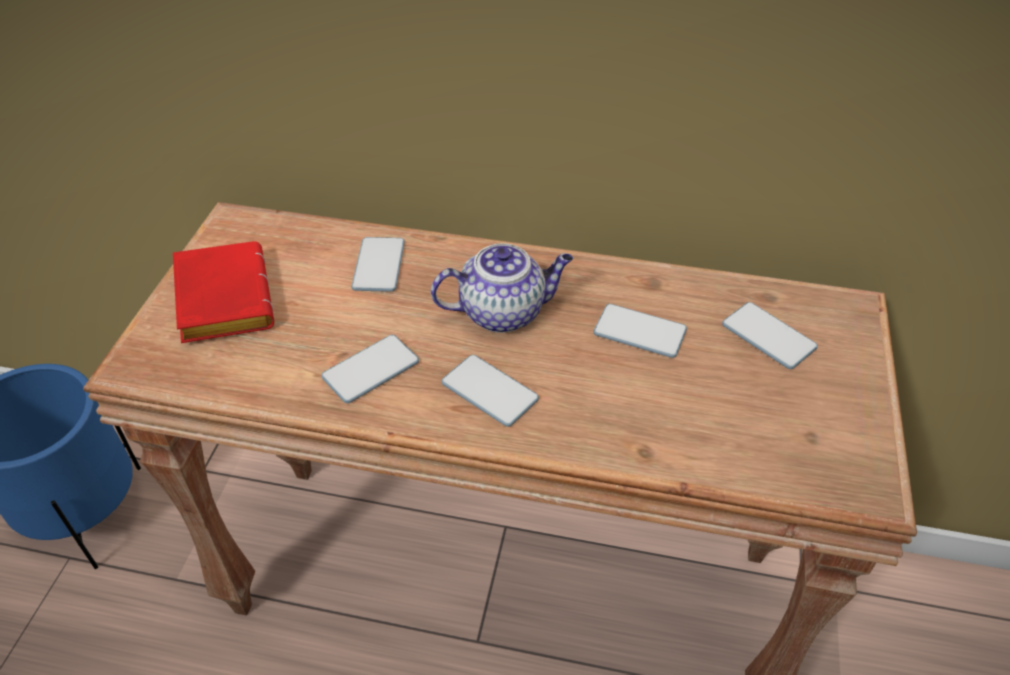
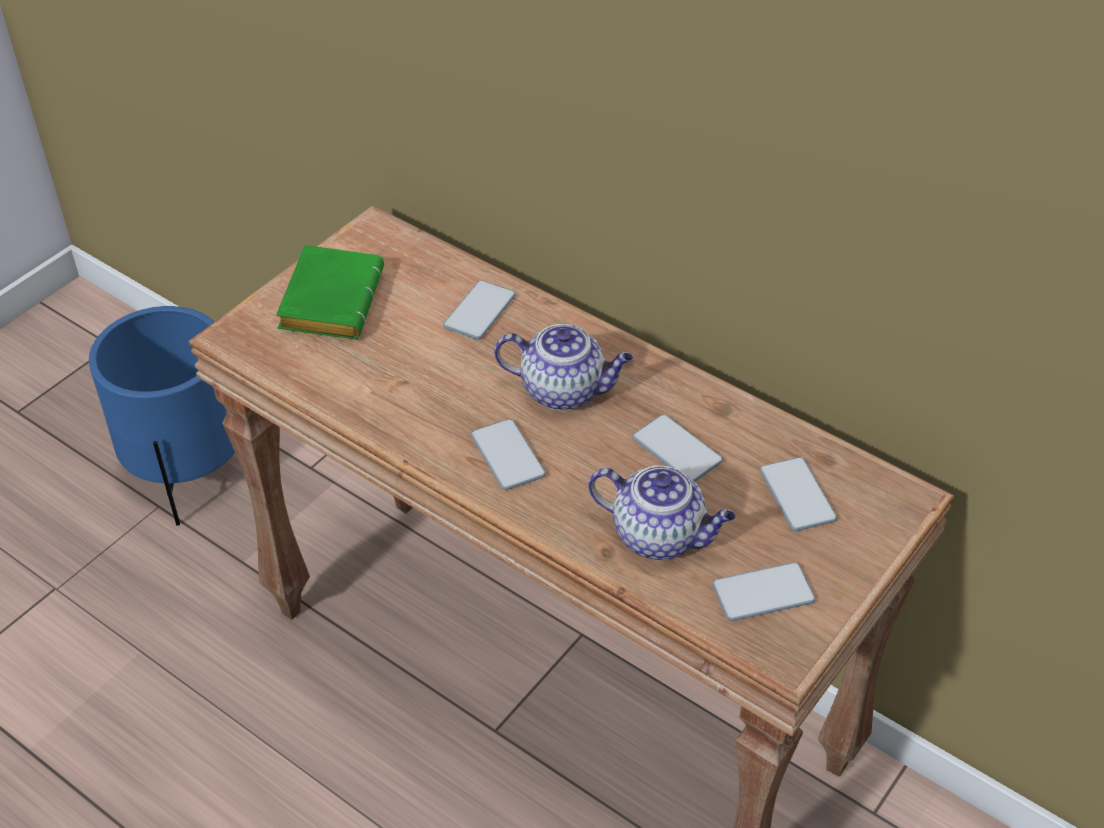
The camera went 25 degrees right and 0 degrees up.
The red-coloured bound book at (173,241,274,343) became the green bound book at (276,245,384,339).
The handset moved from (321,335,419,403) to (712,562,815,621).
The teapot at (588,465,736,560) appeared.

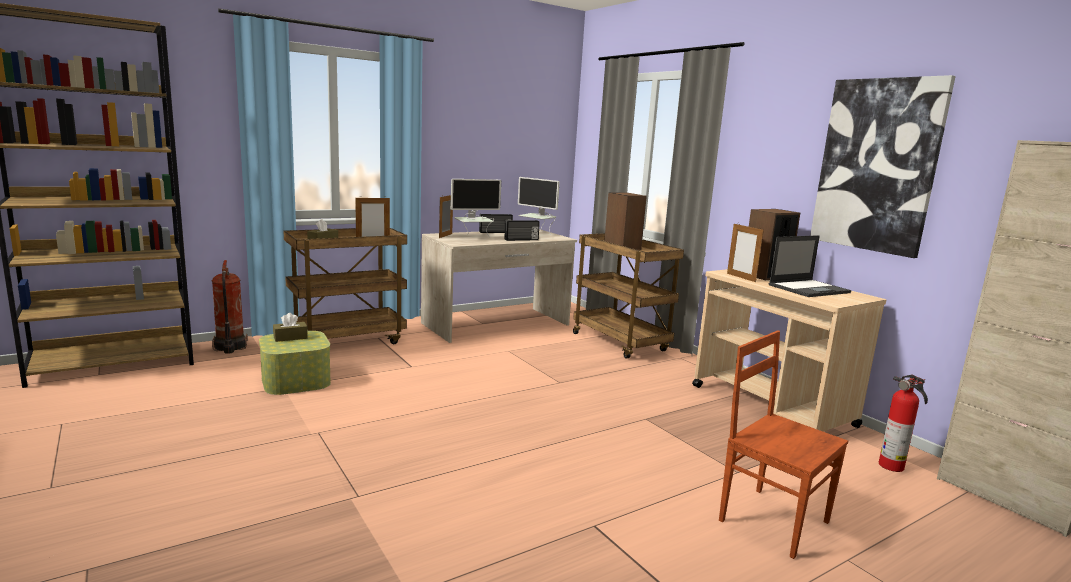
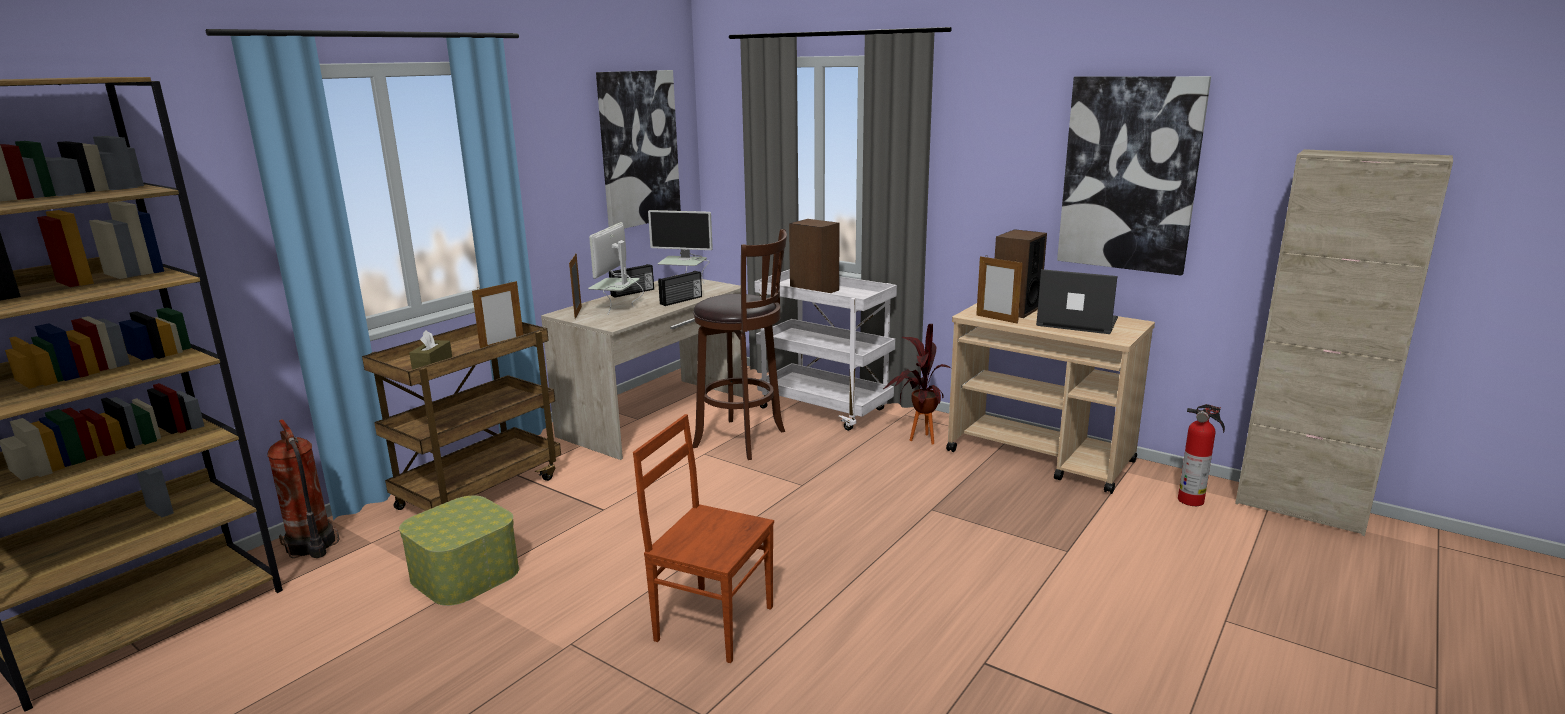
The camera went 20 degrees left and 5 degrees up.
The monitor at (451,179,501,236) turned 150 degrees clockwise.
The brown wheeled cart at (573,233,684,359) became the whitish wheeled cart at (754,269,897,431).
The laptop at (769,235,851,297) turned 105 degrees counterclockwise.
The brown tissue holder at (273,313,308,342) disappeared.
The brown upright chair moved from (719,330,848,559) to (633,414,774,663).
The wall picture at (596,70,681,229) appeared.
The brown sitting stool at (693,229,787,460) appeared.
The plant in a pot at (883,324,951,445) appeared.

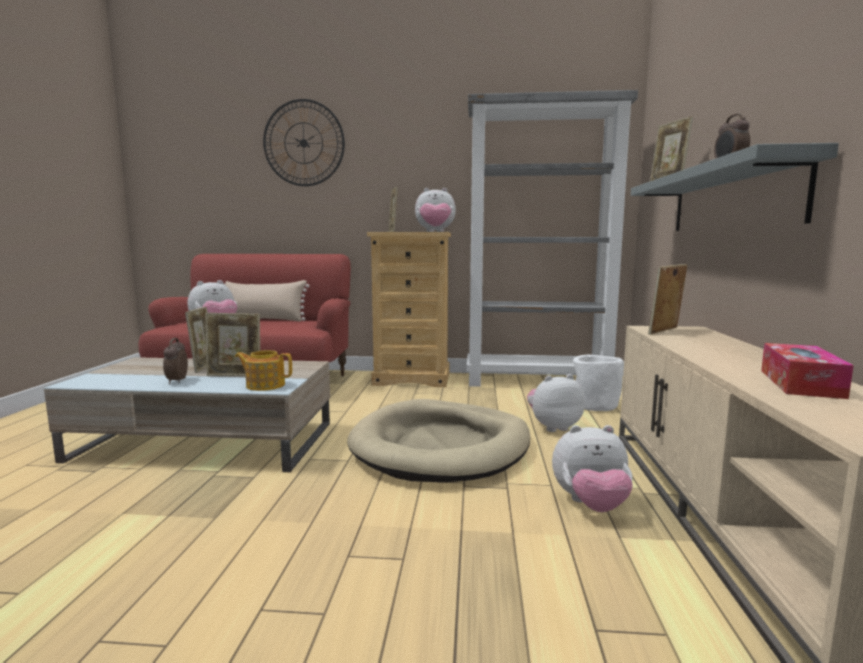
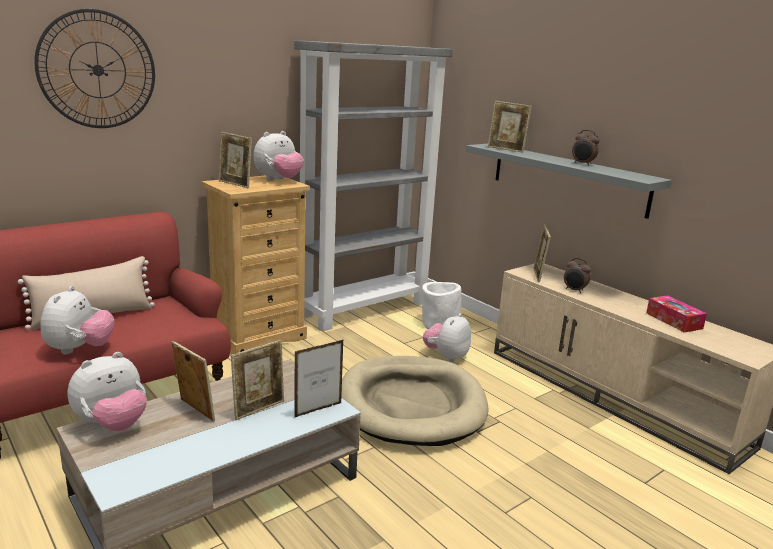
The camera went 45 degrees left and 10 degrees up.
The table clock moved from (163,338,188,384) to (564,258,591,293).
The teapot at (235,350,292,391) was replaced by the photo frame at (294,339,344,418).
The soft toy moved from (552,425,633,512) to (68,352,147,431).

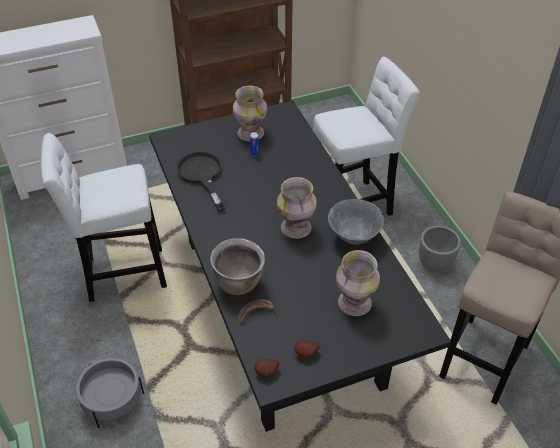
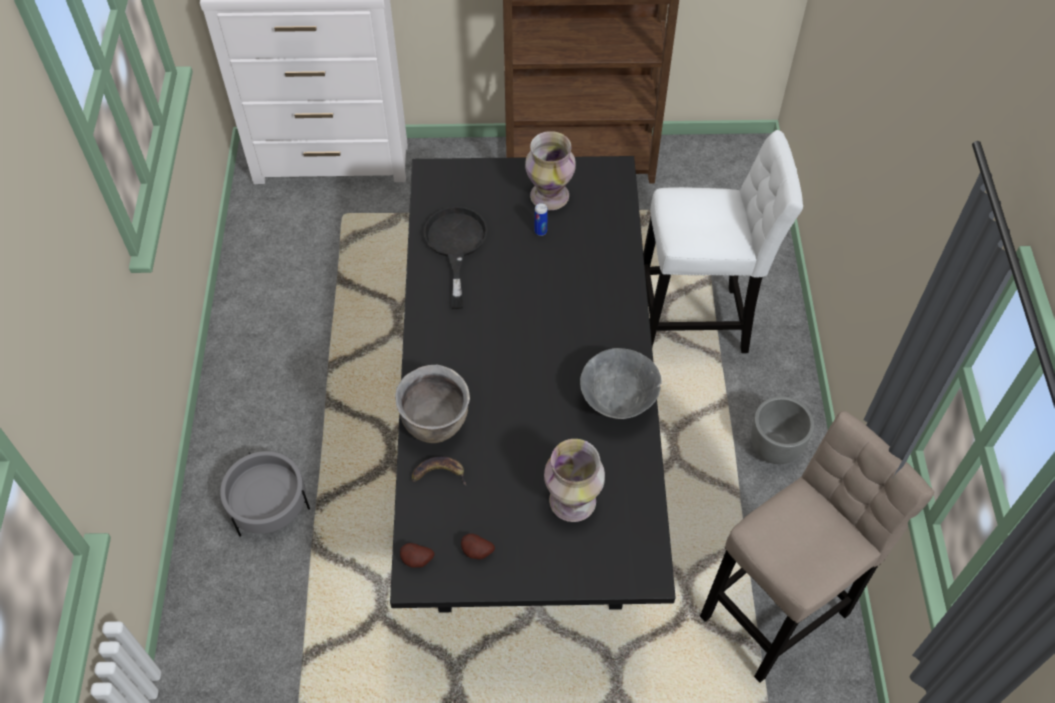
The camera went 20 degrees right and 10 degrees up.
The whitish sitting stool at (41,133,167,302) disappeared.
The decorative vase at (277,177,317,239) disappeared.

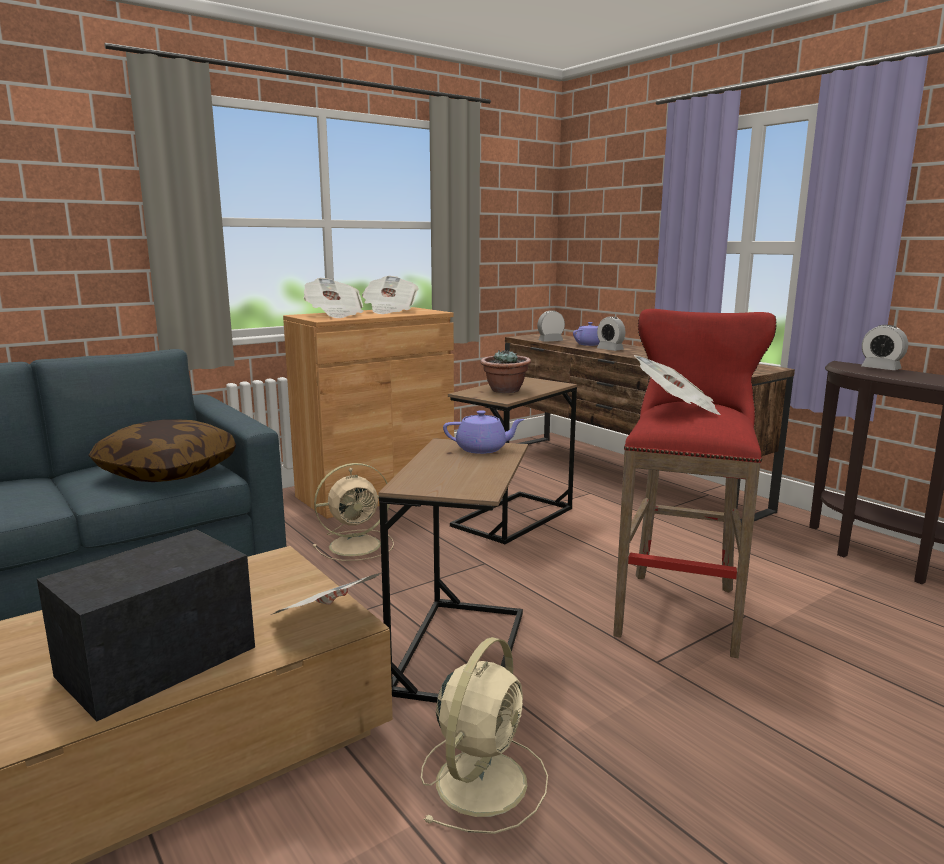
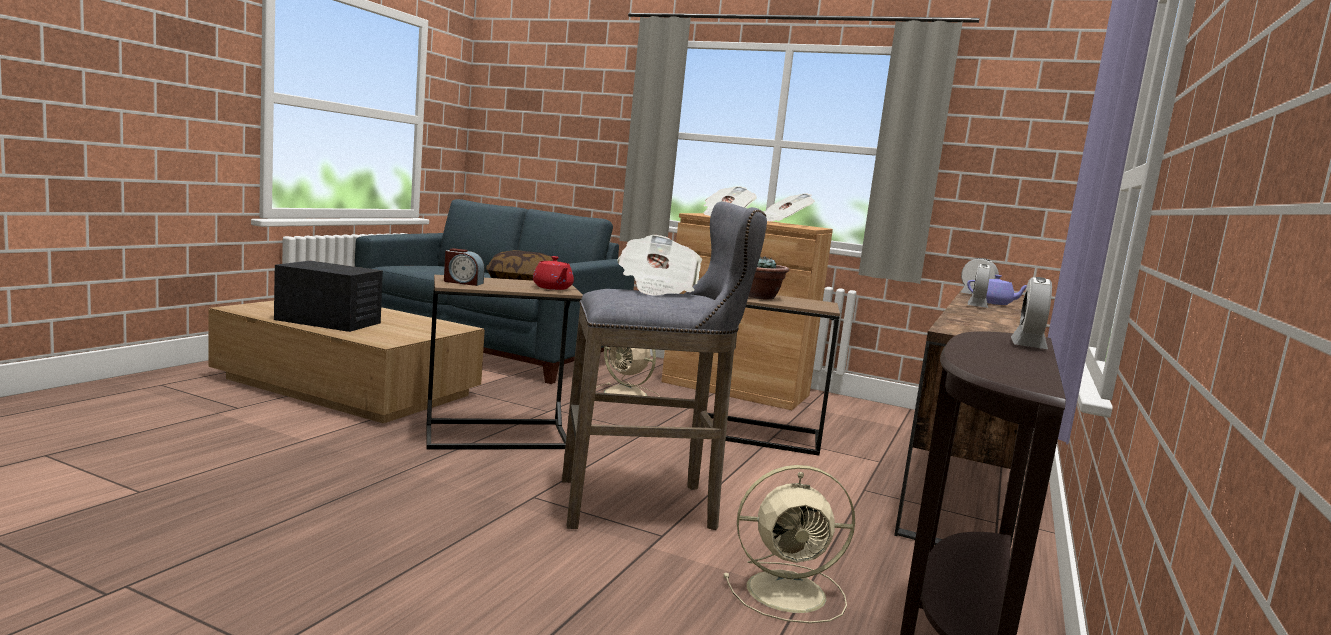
The camera went 60 degrees right and 5 degrees down.
The red-coloured sitting stool at (613,309,777,658) became the gray sitting stool at (562,202,767,530).
The purplish teapot at (443,410,525,454) became the red-coloured teapot at (533,256,574,290).
The newspaper at (271,573,381,615) disappeared.
The beige-coloured fan moved from (421,637,548,834) to (724,465,855,623).
The table clock at (444,248,485,286) appeared.

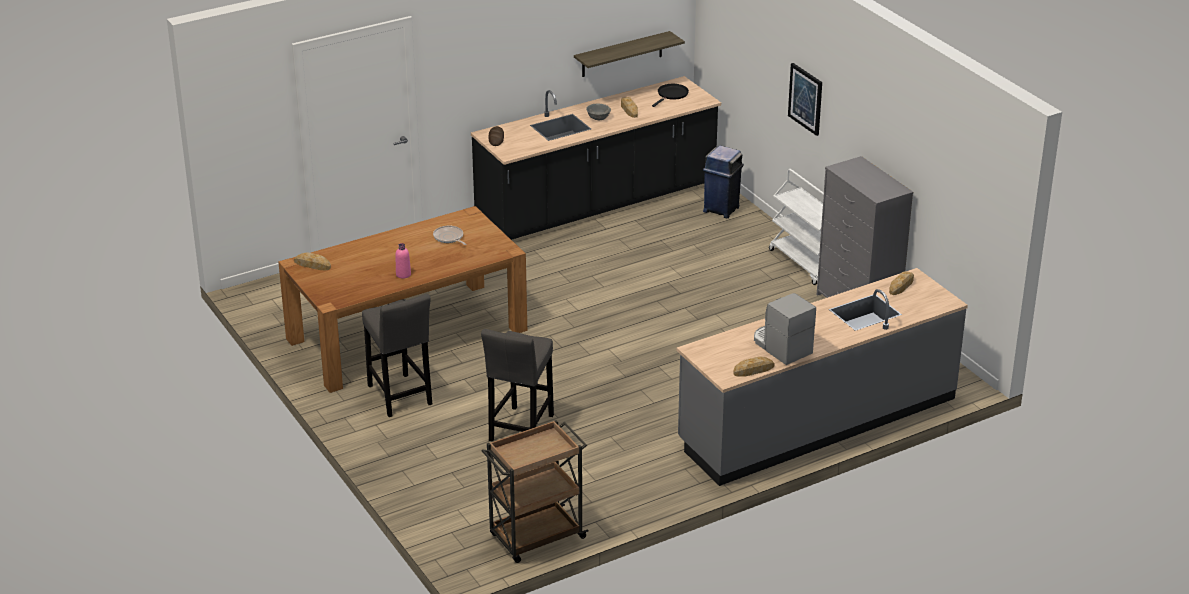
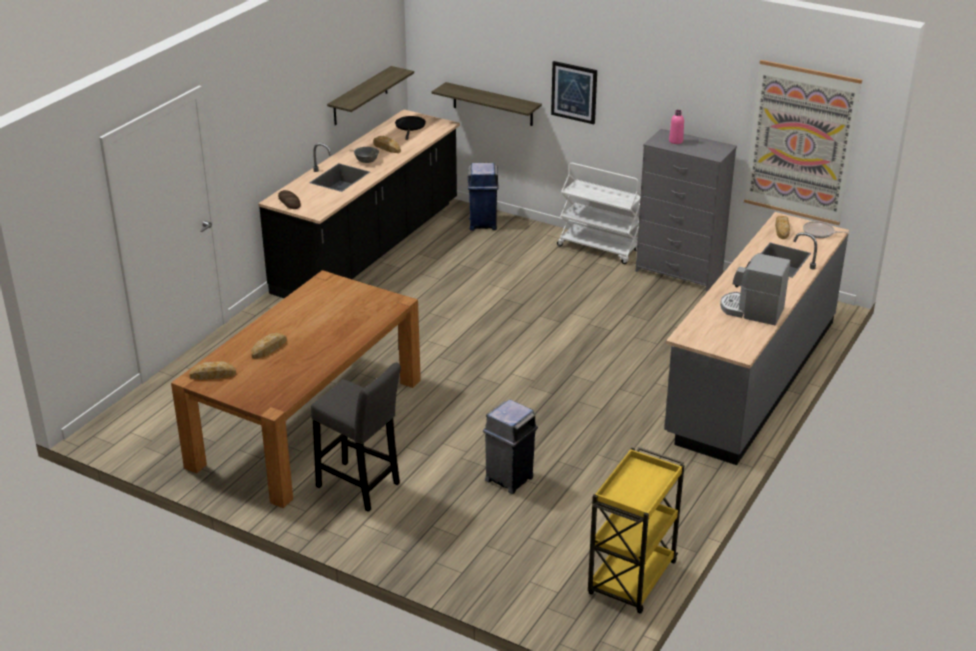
The camera went 30 degrees left and 0 degrees up.
The pan moved from (433,226,466,245) to (803,221,850,238).
The pink bottle moved from (395,243,411,279) to (669,110,684,144).
The gray sitting stool at (481,329,554,442) was replaced by the gray waste bin at (483,400,538,494).
The baked bread moved from (733,356,775,377) to (251,333,287,359).
The brown wheeled cart at (482,420,589,563) became the yellow-coloured wheeled cart at (588,447,684,614).
The wall picture at (744,60,862,225) appeared.
The bracket shelf at (432,82,542,126) appeared.

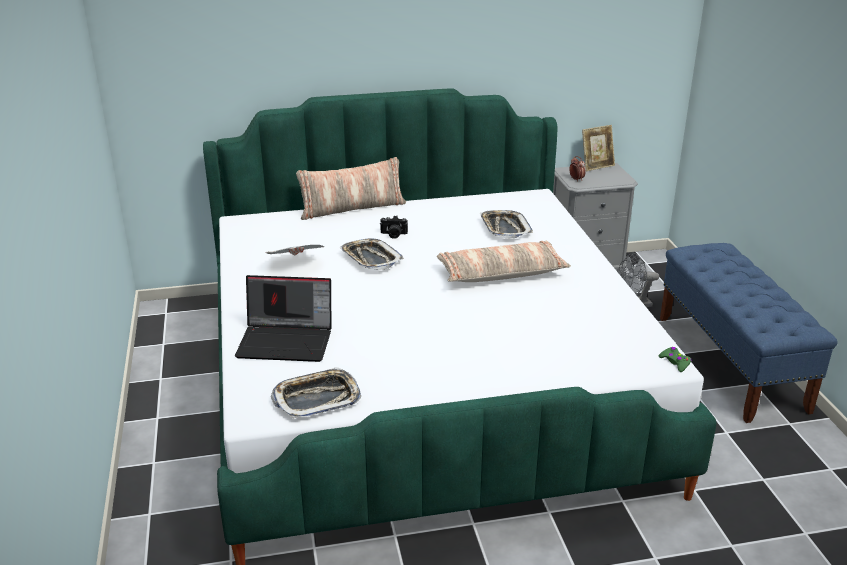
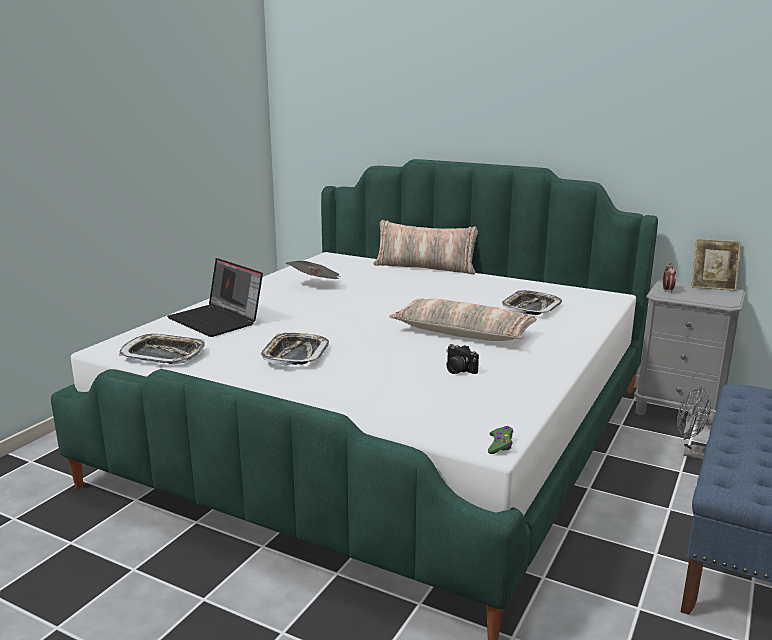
The camera went 40 degrees right and 10 degrees down.
The still camera moved from (380,215,408,239) to (446,344,479,374).
The tray moved from (340,239,404,270) to (261,333,329,366).

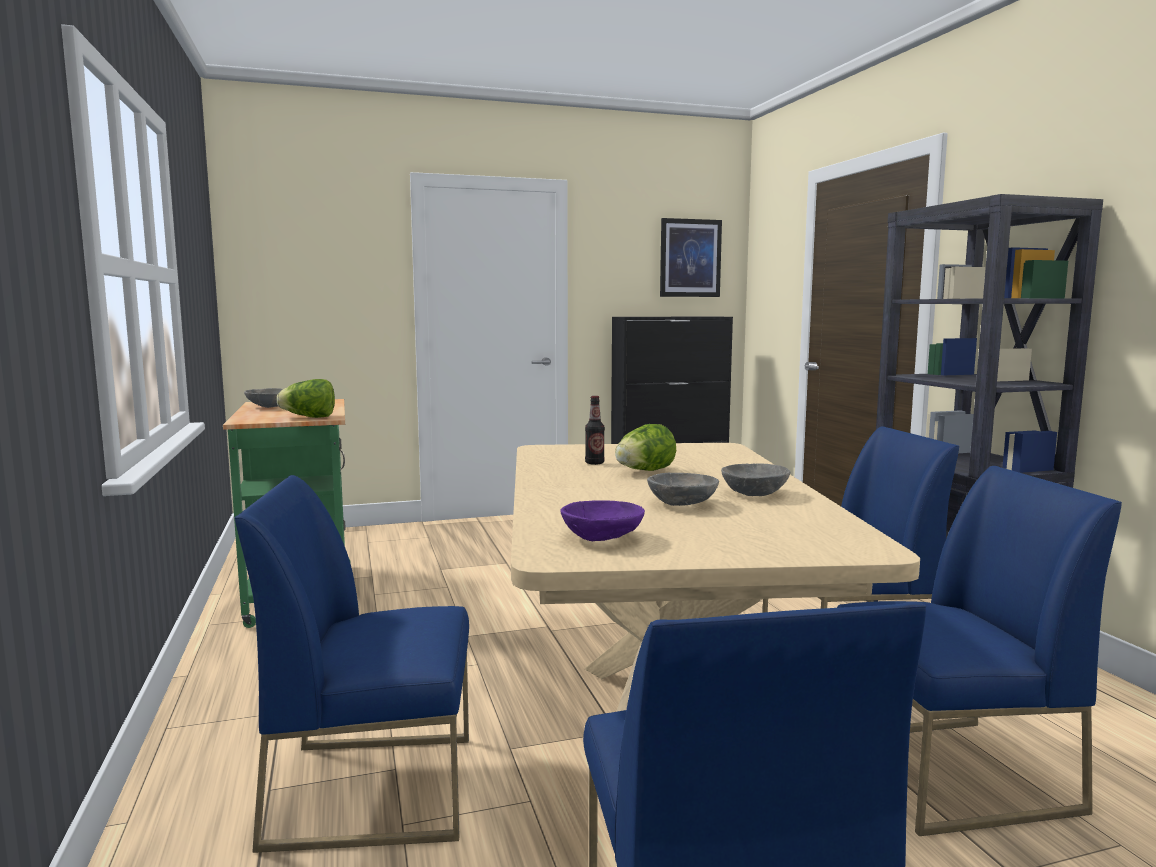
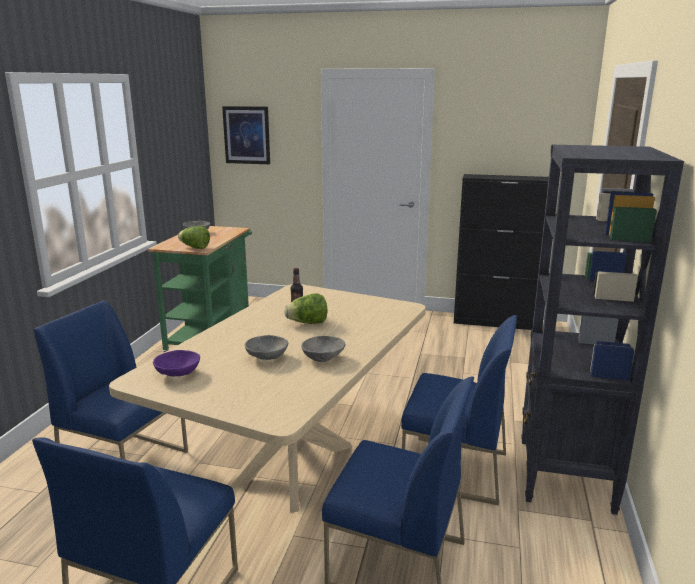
The camera went 30 degrees right and 10 degrees up.
The wall picture moved from (660,218,722,297) to (222,106,270,164).

